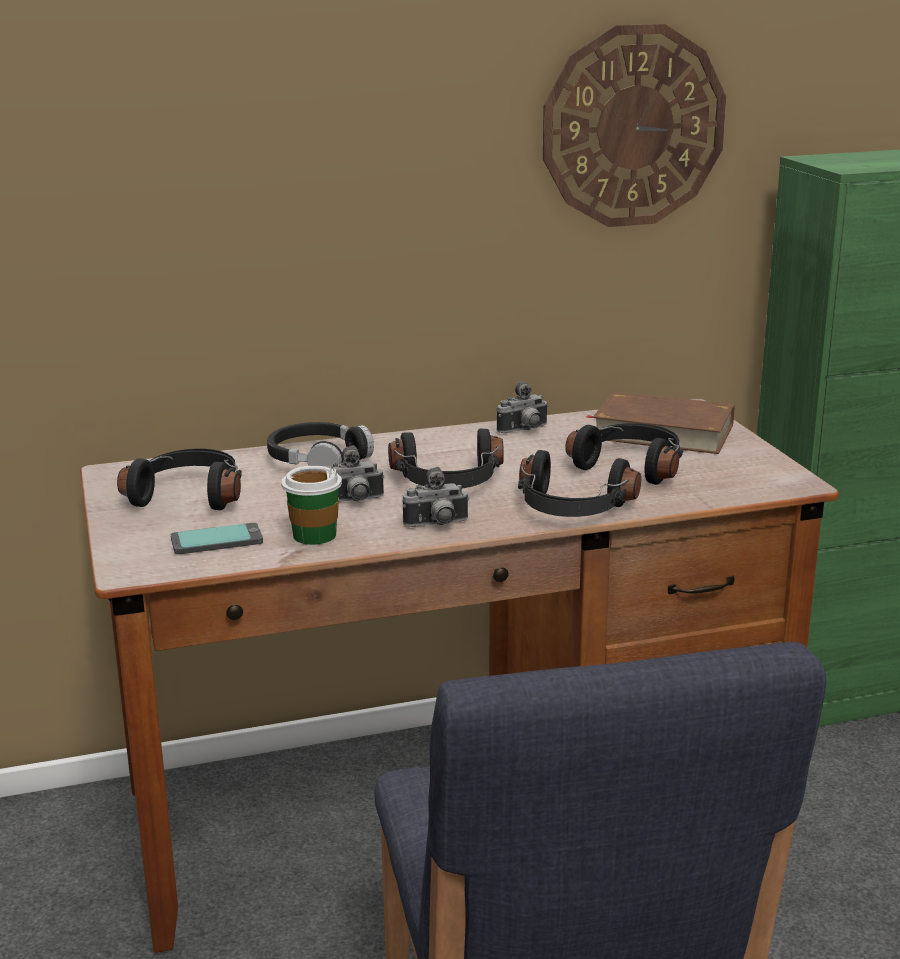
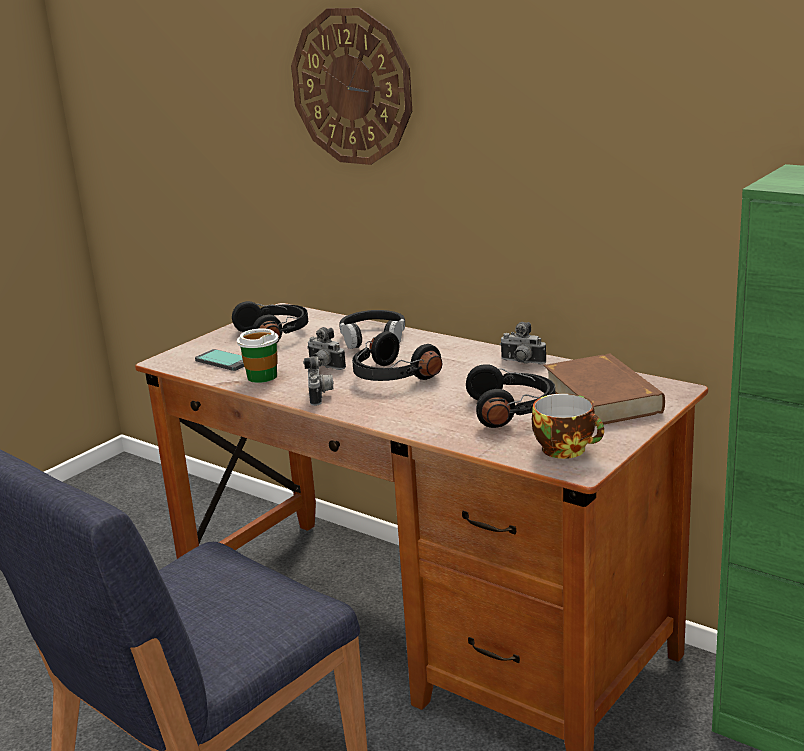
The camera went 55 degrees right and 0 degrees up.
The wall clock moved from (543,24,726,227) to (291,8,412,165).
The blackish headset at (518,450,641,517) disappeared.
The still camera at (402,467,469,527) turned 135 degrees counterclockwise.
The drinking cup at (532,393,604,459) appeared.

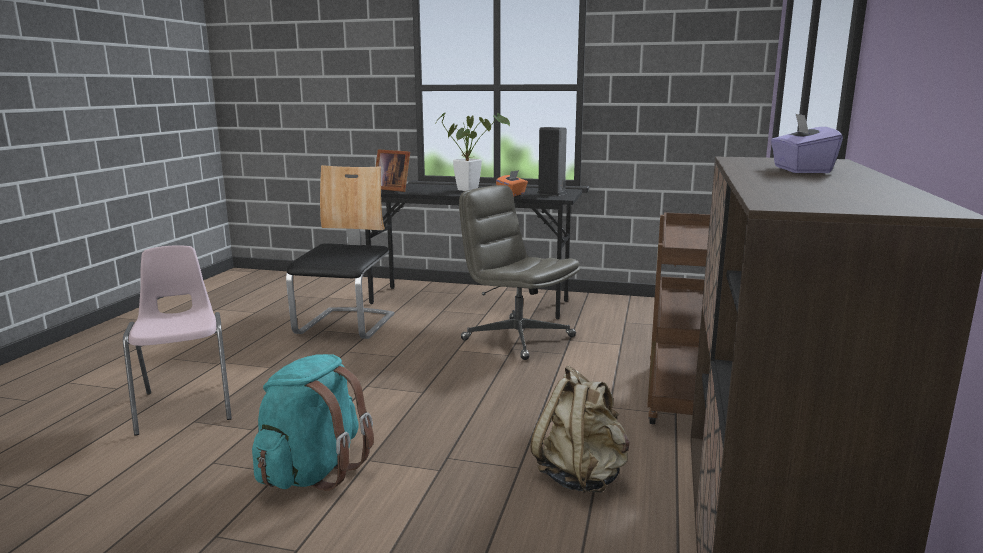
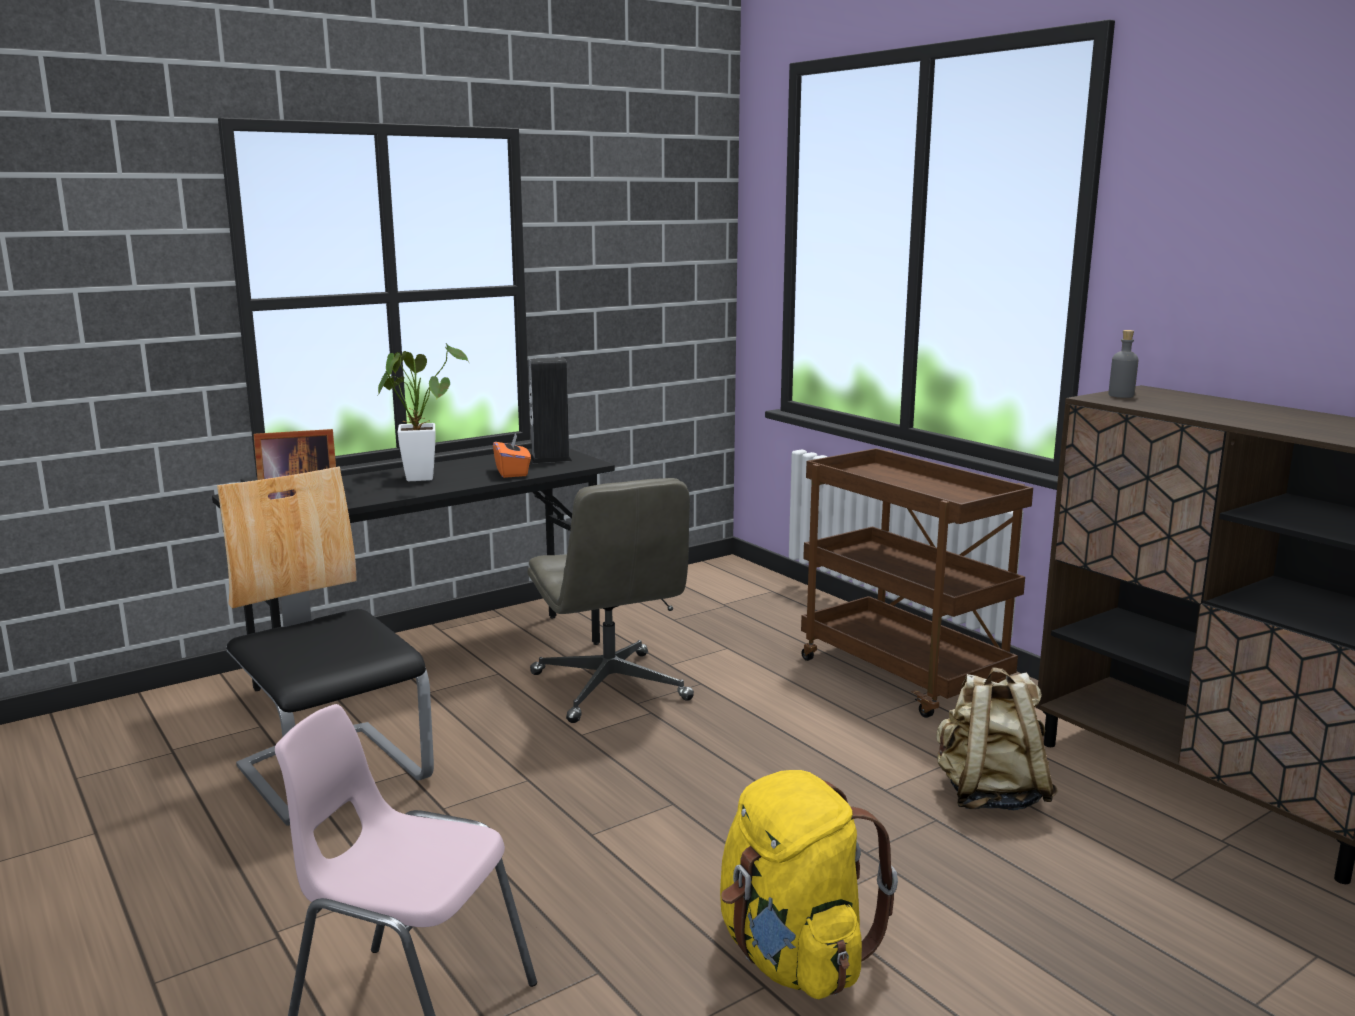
The camera went 50 degrees left and 0 degrees up.
The purplish tissue holder at (771,113,843,173) disappeared.
The gray computer chair at (459,185,580,360) turned 105 degrees counterclockwise.
The turquoise knapsack at (252,354,374,491) became the yellow-coloured knapsack at (720,770,898,999).
The gray bottle at (1109,330,1138,398) appeared.

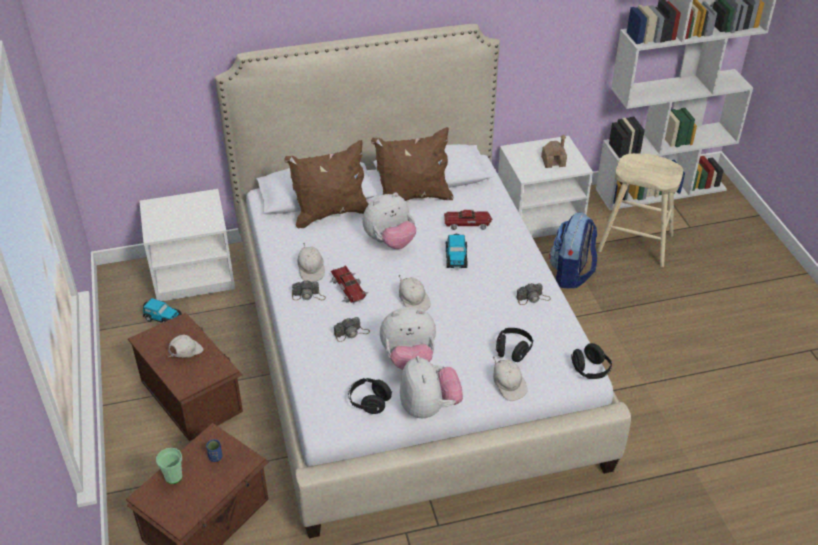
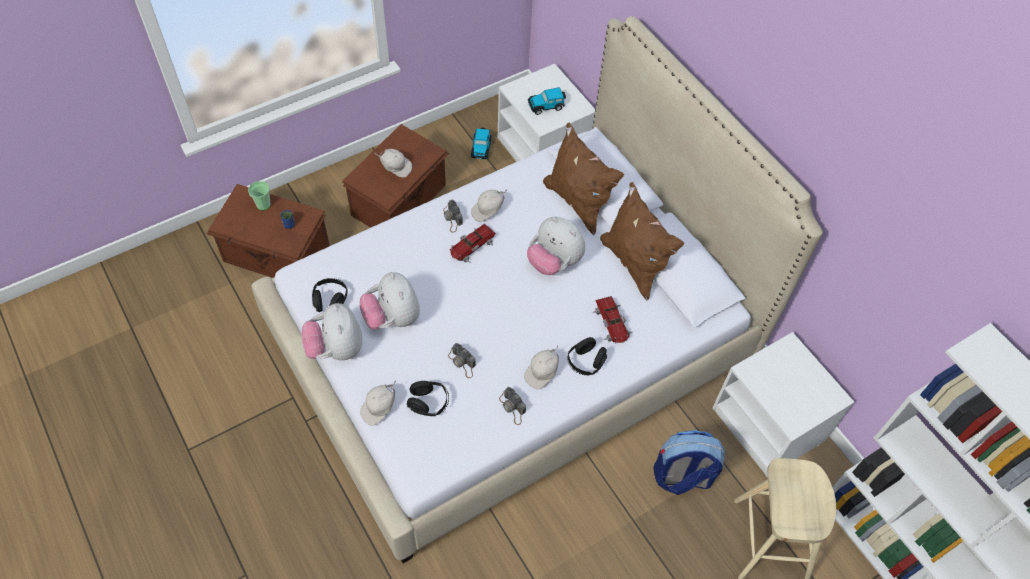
The camera went 70 degrees right and 15 degrees up.
The miniature house at (541,134,567,168) disappeared.
The model car moved from (446,234,467,268) to (528,87,566,115).
The whitish baseball cap moved from (399,275,430,311) to (524,345,559,389).
The still camera moved from (334,317,370,342) to (448,343,476,378).
The blackish headset moved from (571,343,612,379) to (567,337,607,376).
The soft toy at (400,356,463,418) turned 105 degrees clockwise.

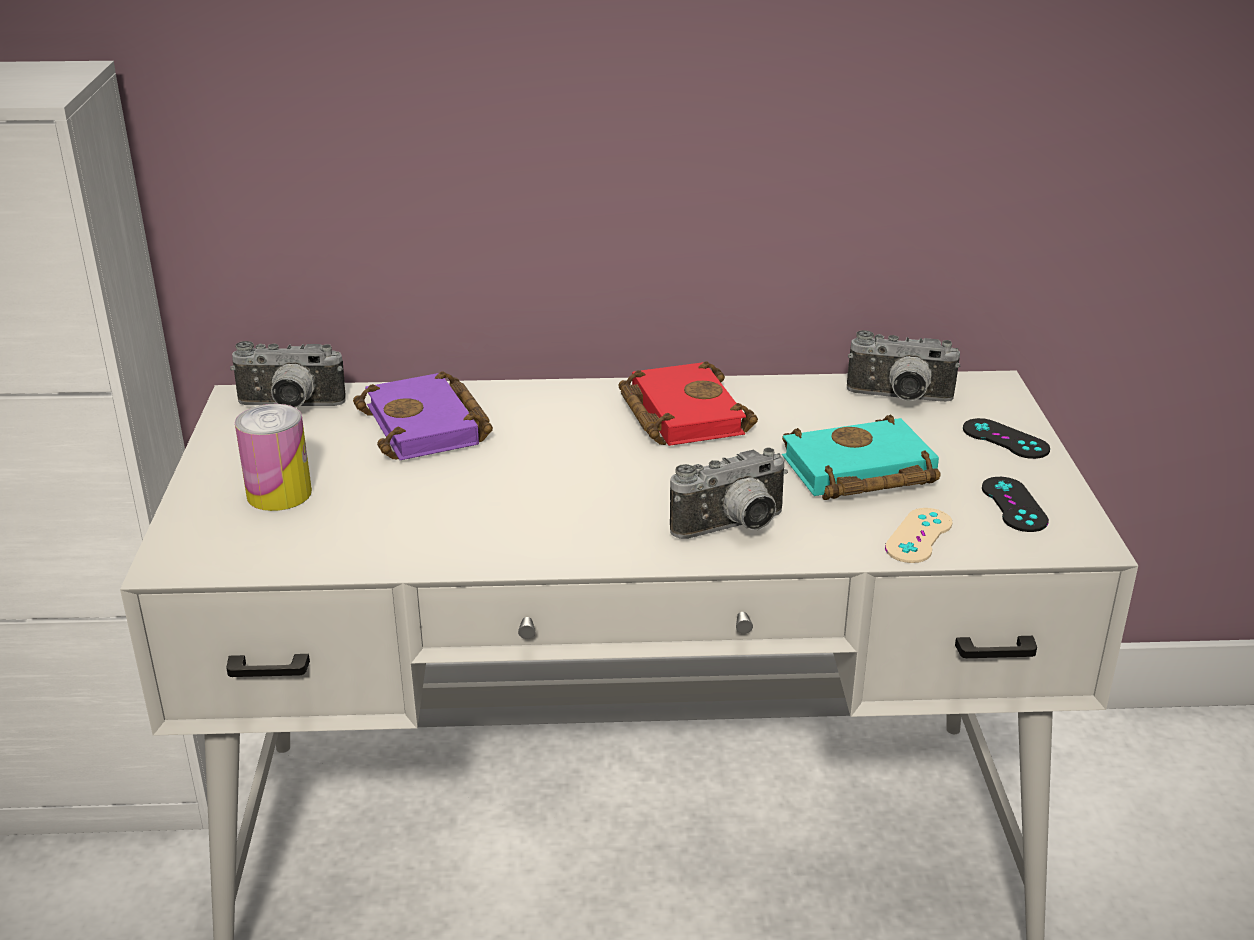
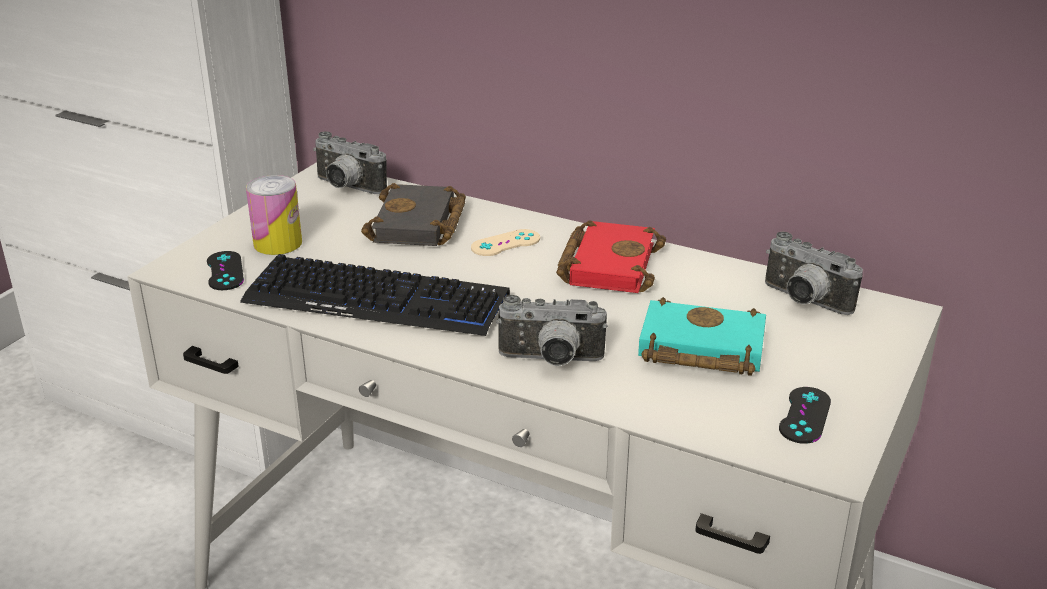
The camera went 30 degrees right and 0 degrees up.
The purplish bound book at (353,372,493,460) became the blackish bound book at (361,183,466,246).
The blackish gamepad moved from (963,418,1050,459) to (207,251,244,290).
The beige-coloured gamepad moved from (885,508,953,563) to (471,229,540,256).
The computer keyboard at (240,254,510,336) appeared.

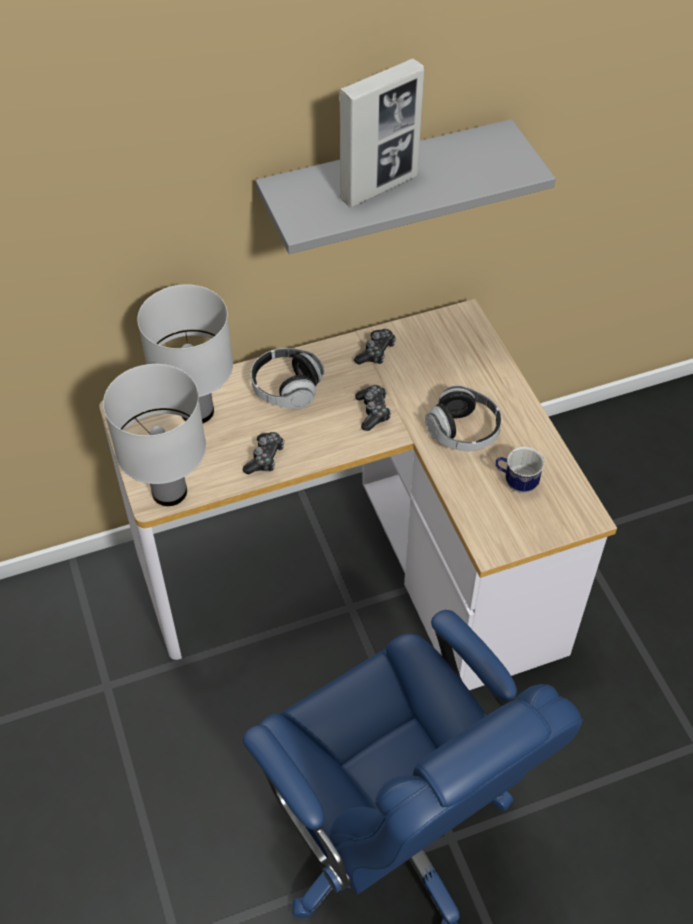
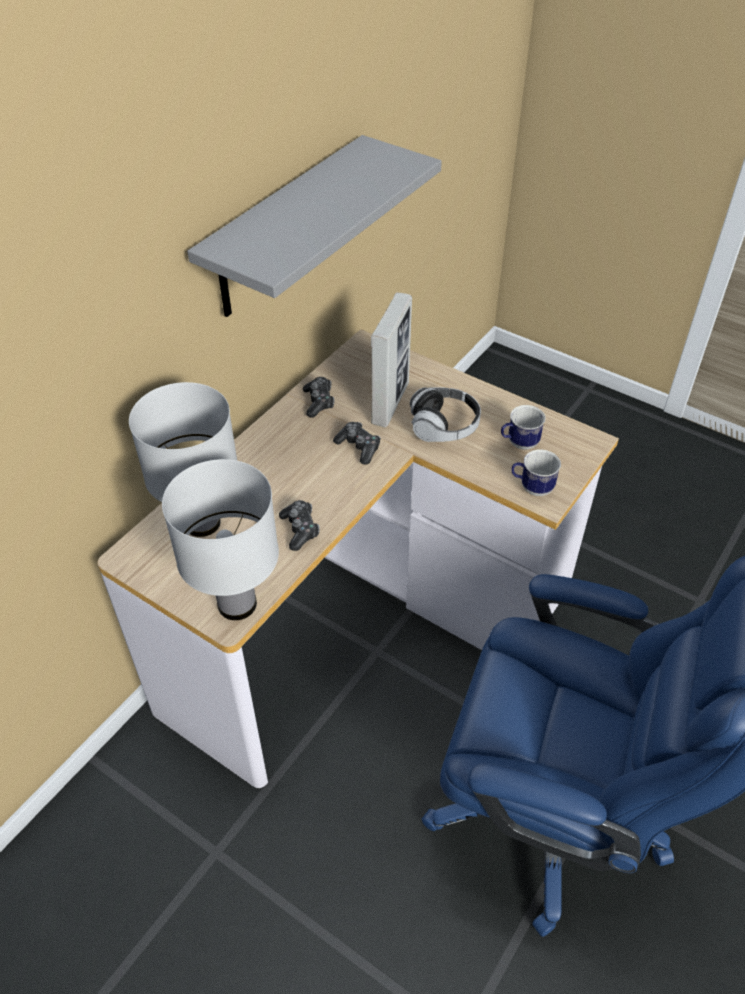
The camera went 35 degrees left and 5 degrees down.
The photo frame moved from (339,58,424,207) to (371,292,412,427).
The headset at (251,348,324,409) disappeared.
The mug at (511,450,561,496) appeared.

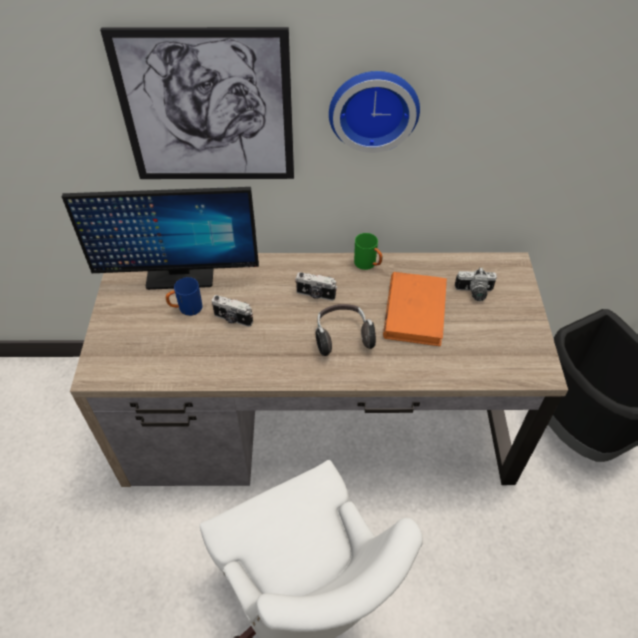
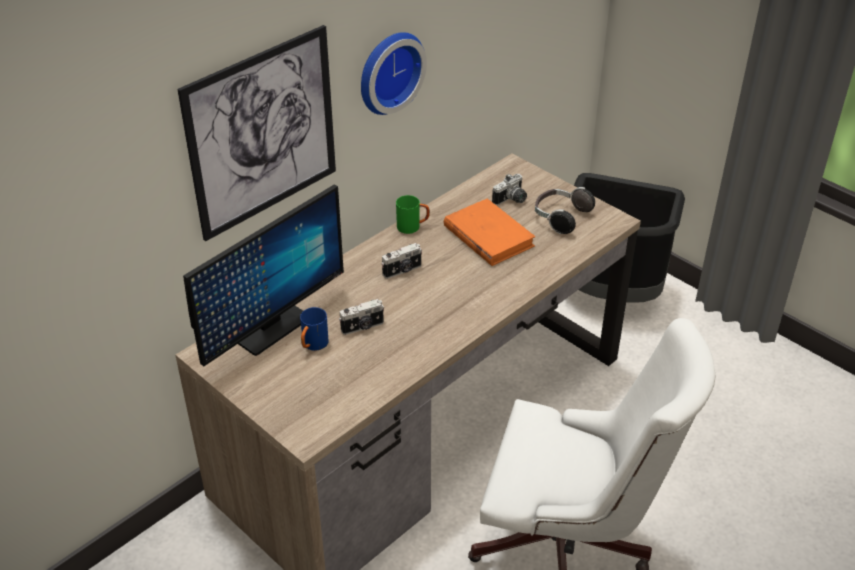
The camera went 45 degrees left and 10 degrees down.
The headset moved from (316,304,376,356) to (535,187,595,234).

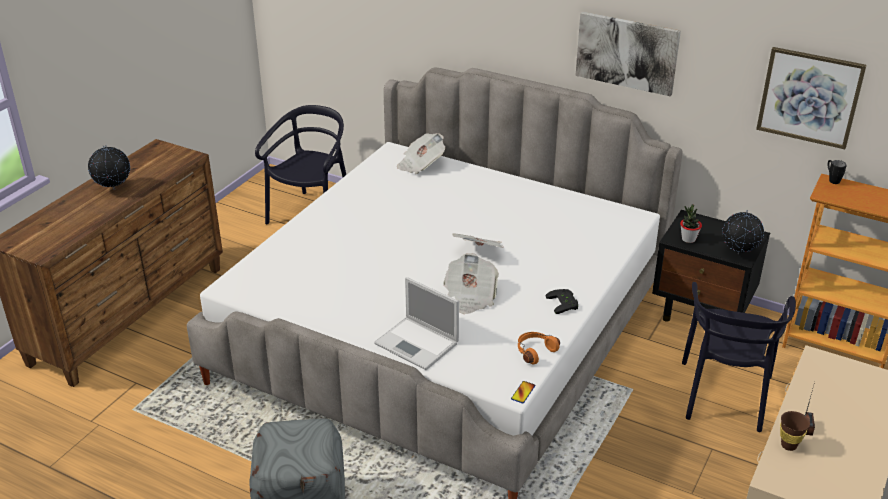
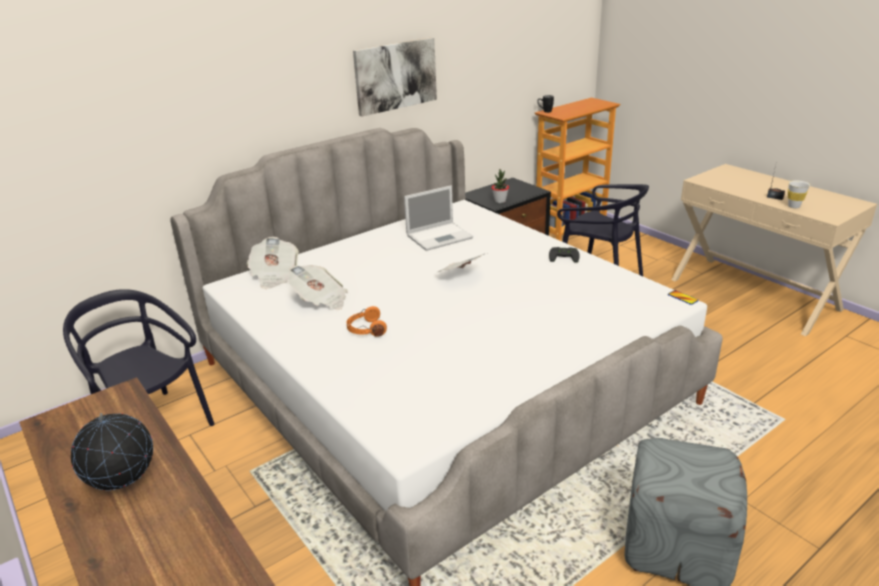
The camera went 65 degrees left and 5 degrees down.
The wall picture at (756,47,867,149) disappeared.
The desk globe at (722,210,764,254) disappeared.
The newspaper moved from (443,253,499,314) to (288,265,348,310).
The laptop moved from (374,277,459,370) to (404,185,473,251).
The orange headset moved from (518,332,560,364) to (347,306,387,337).
The brown drinking cup at (780,411,810,451) became the whitish drinking cup at (788,180,810,208).

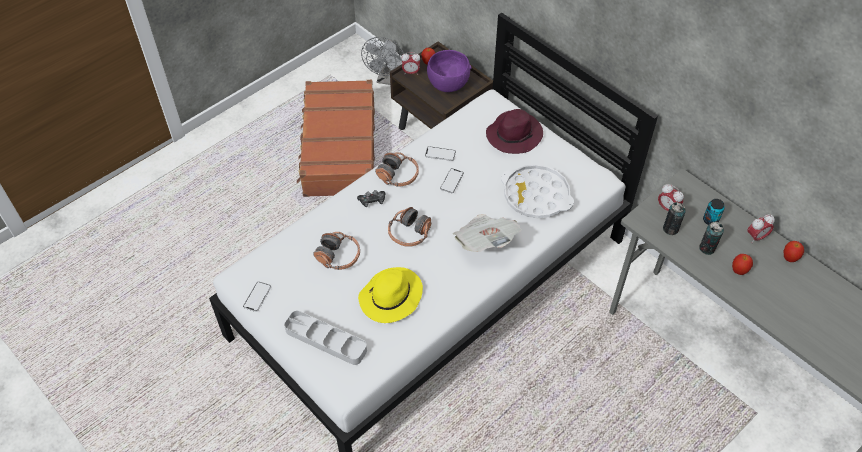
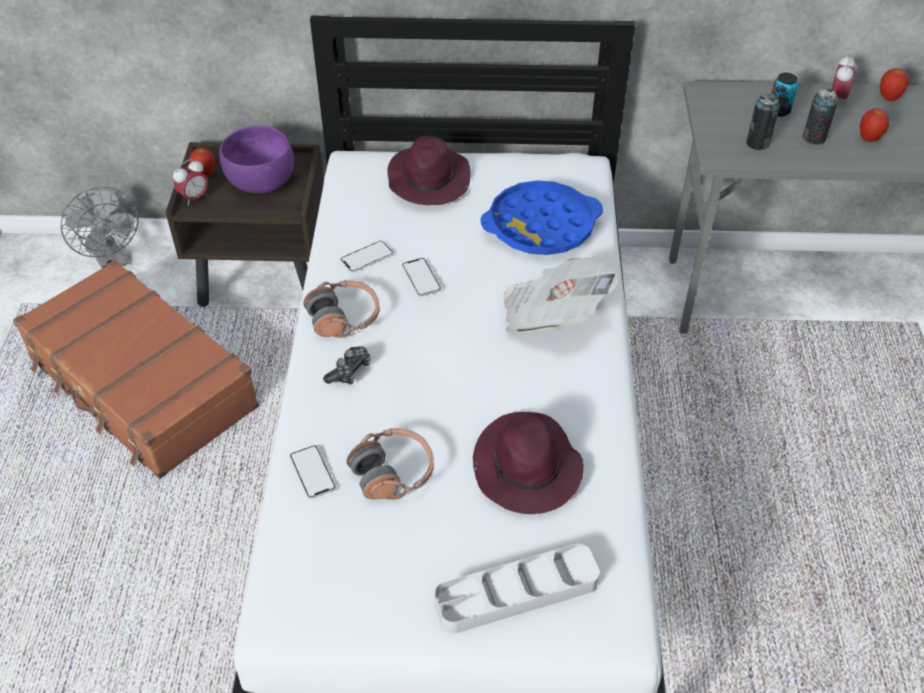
The camera went 45 degrees left and 5 degrees down.
The whitish tray at (501,164,574,218) became the blue tray at (480,180,603,255).
The table clock at (658,184,684,211) disappeared.
The headset at (388,207,431,247) disappeared.
The yellow-coloured wearable hat at (358,267,423,323) became the purplish wearable hat at (473,412,584,514).
The handset moved from (243,281,271,312) to (290,445,336,499).

